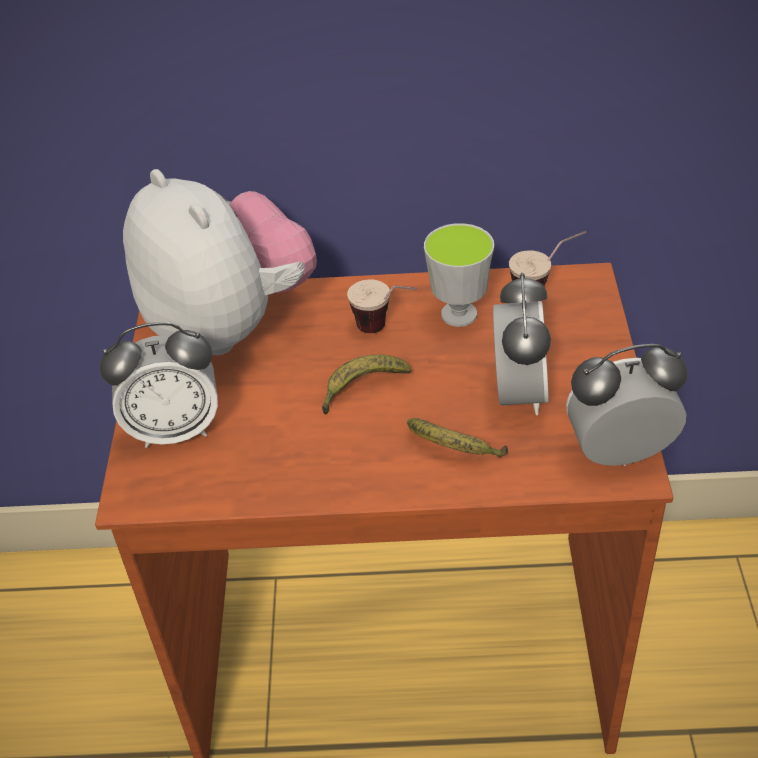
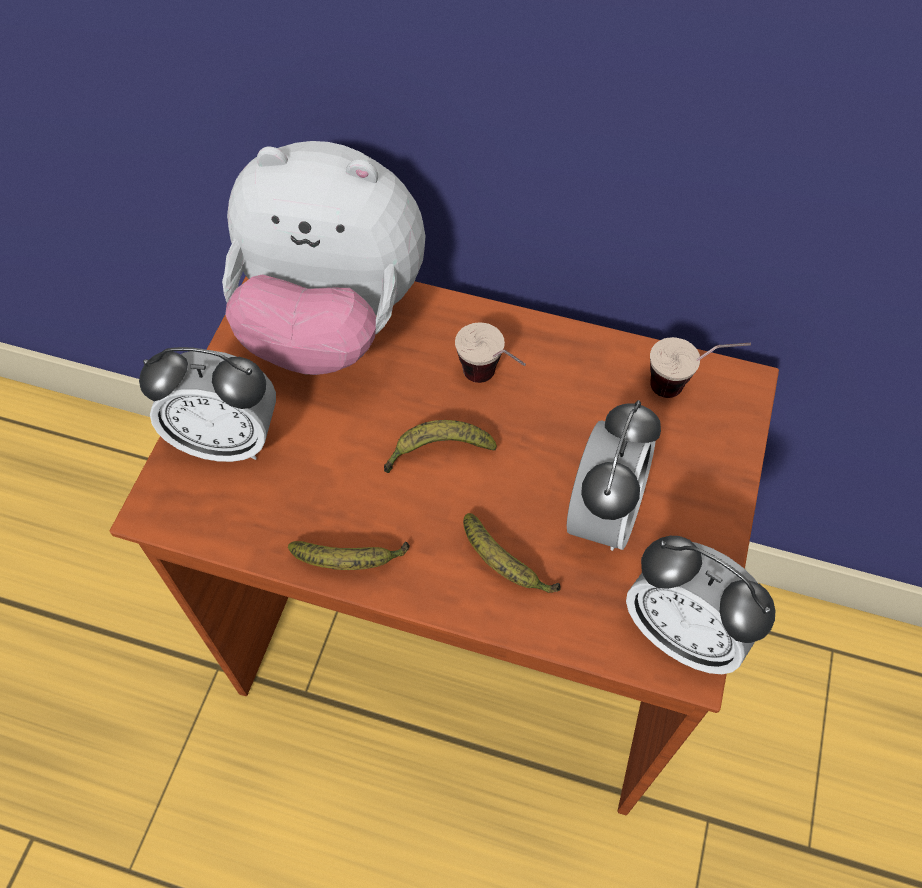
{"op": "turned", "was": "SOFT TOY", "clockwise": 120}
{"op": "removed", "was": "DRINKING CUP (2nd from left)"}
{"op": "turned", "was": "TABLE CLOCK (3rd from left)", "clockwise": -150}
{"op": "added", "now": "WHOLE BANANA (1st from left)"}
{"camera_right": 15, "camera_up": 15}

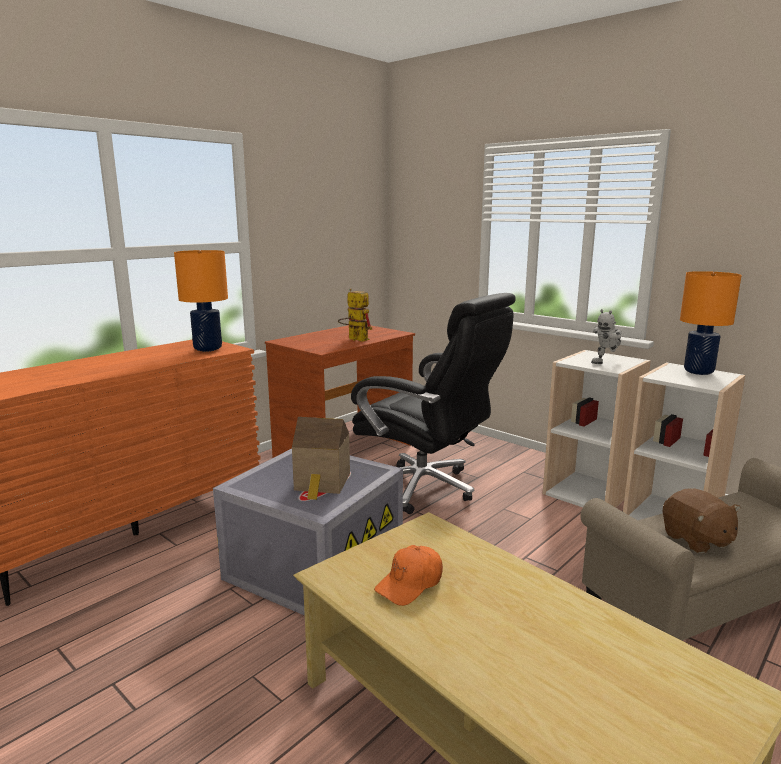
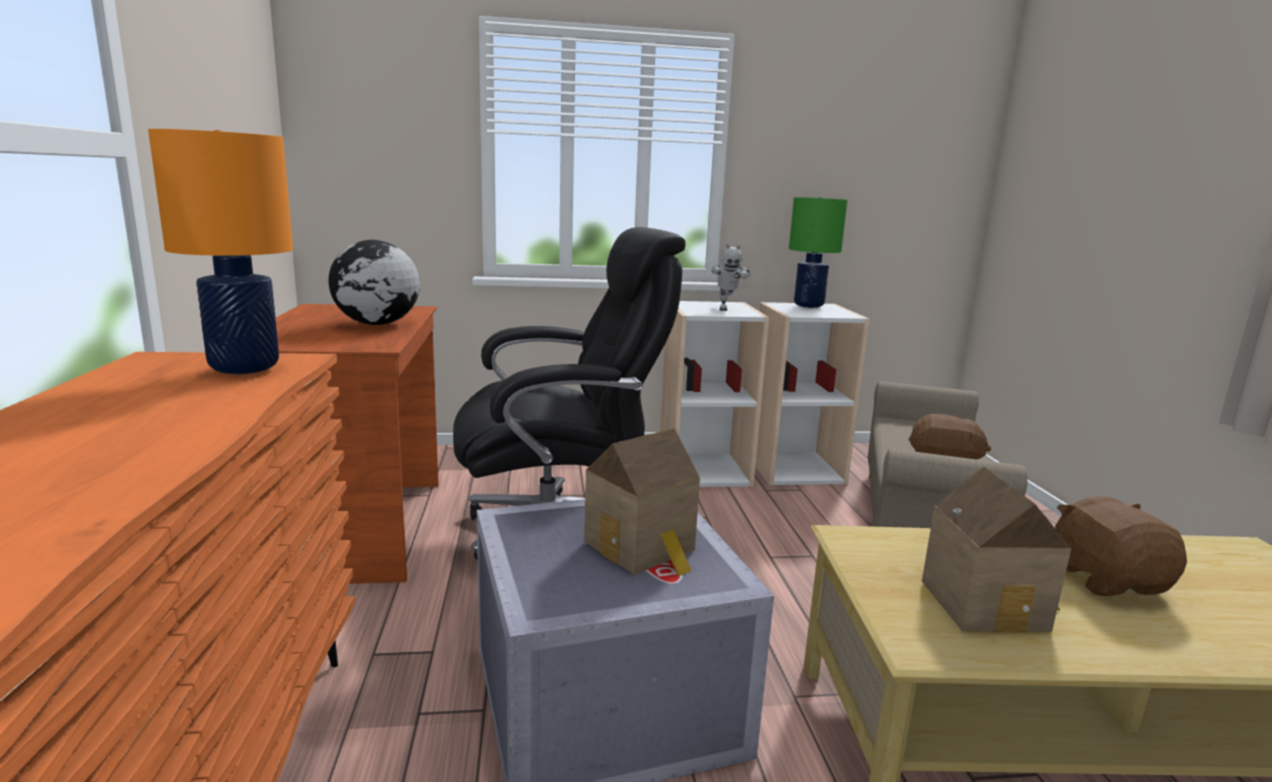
{"op": "recoloured", "was": "ORANGEY TABLETOP LAMP (2nd from left)", "now": "GREENISH TABLETOP LAMP"}
{"op": "replaced", "was": "ROBOT FIGURE (1st from left)", "now": "GLOBE"}
{"op": "replaced", "was": "ORANGEY CAP", "now": "MODEL HOUSE (2nd from left)"}
{"op": "added", "now": "BROWN-COLOURED SOFT TOY (2nd from left)"}
{"camera_right": -50, "camera_up": 0}

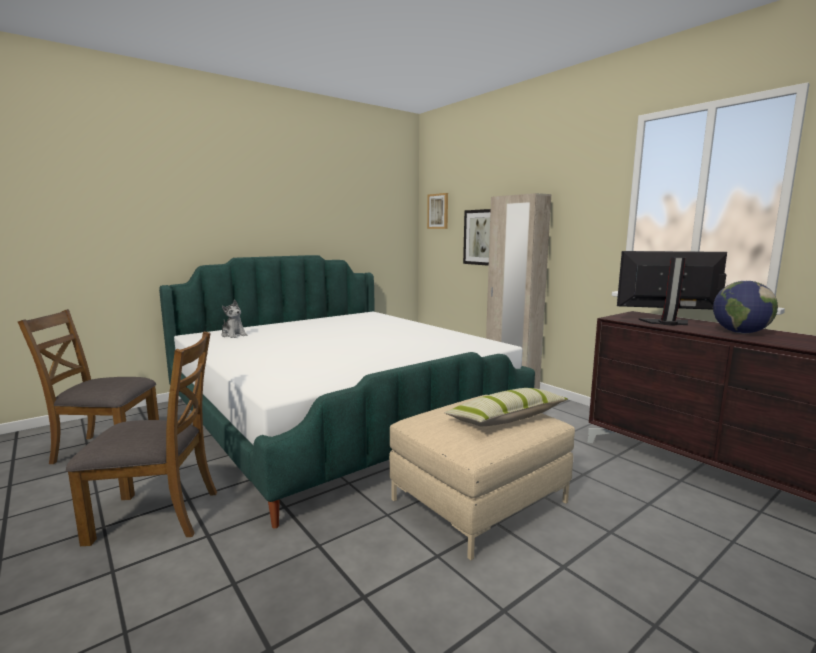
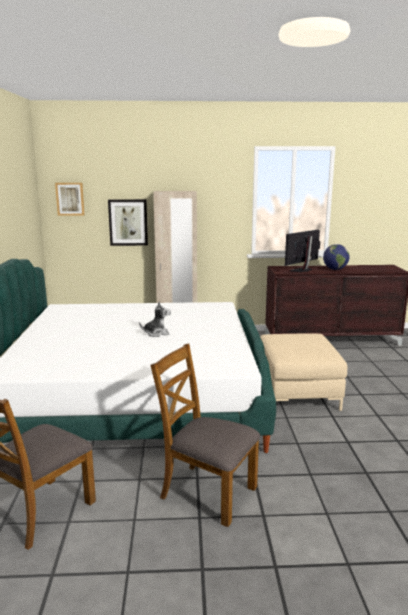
{"op": "moved", "was": "SOFT TOY"}
{"op": "turned", "was": "BROWN-COLOURED CHAIR (2nd from left)", "clockwise": -90}
{"op": "removed", "was": "PILLOW"}
{"camera_right": -55, "camera_up": 5}

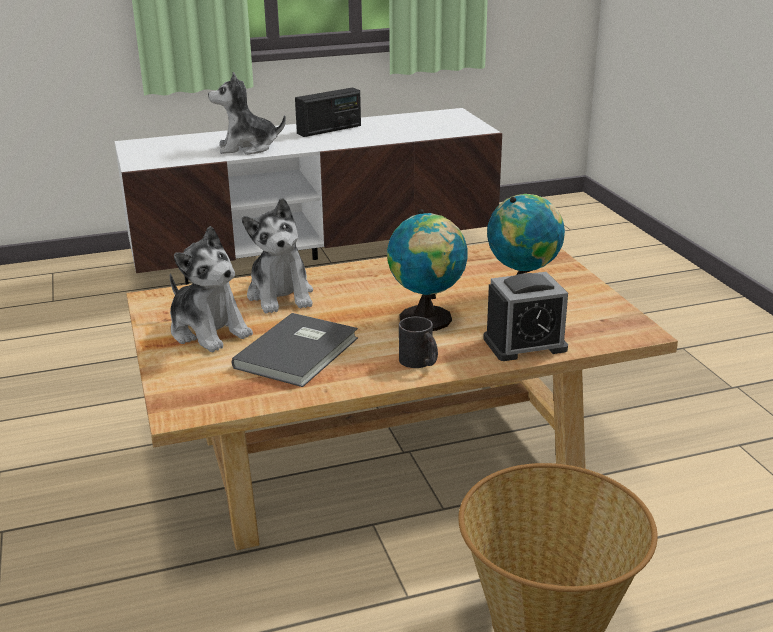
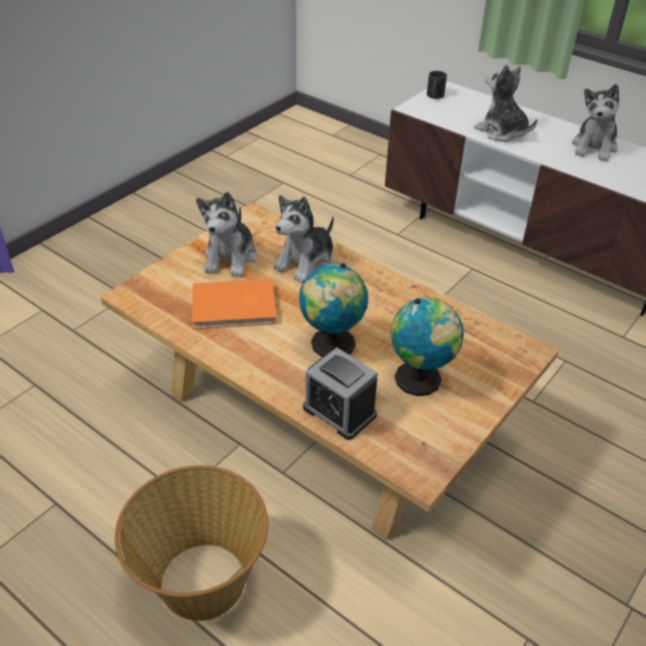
{"op": "replaced", "was": "RADIO", "now": "SOFT TOY (4th from left)"}
{"op": "recoloured", "was": "GREYISH VOLUME", "now": "ORANGEY VOLUME"}
{"op": "moved", "was": "BLACKISH MUG"}
{"camera_right": 55, "camera_up": 15}

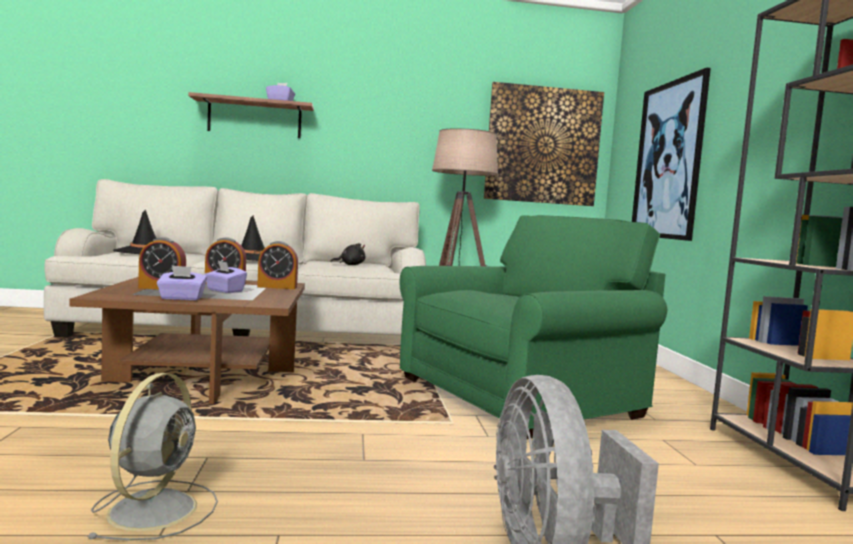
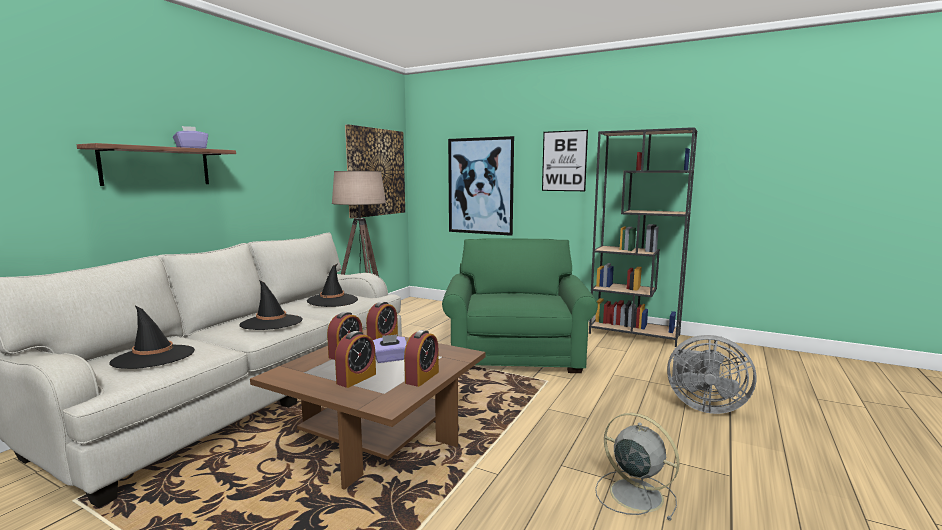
{"op": "replaced", "was": "BLACKISH SOFT TOY", "now": "BLACKISH HAT (3rd from left)"}
{"op": "replaced", "was": "PURPLE-COLOURED BOX OF TISSUES (1st from left)", "now": "TABLE CLOCK (4th from left)"}
{"op": "added", "now": "WALL ART (3rd from left)"}
{"camera_right": -55, "camera_up": 5}

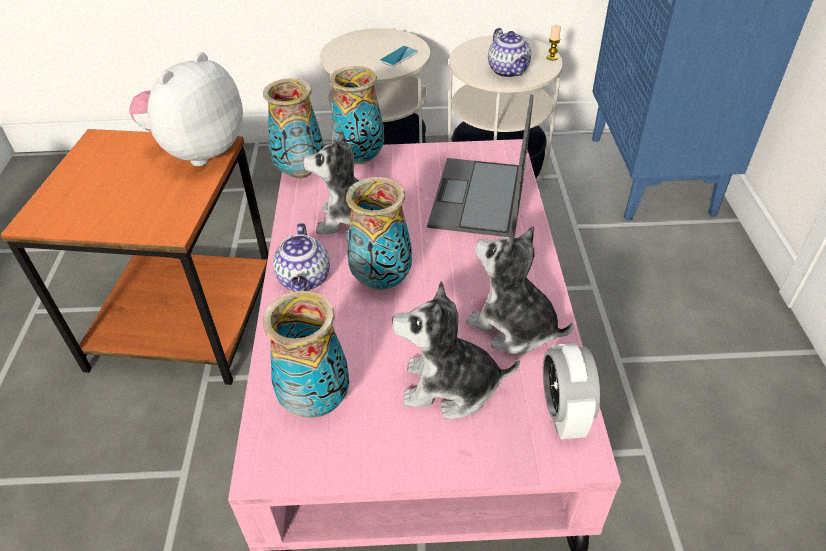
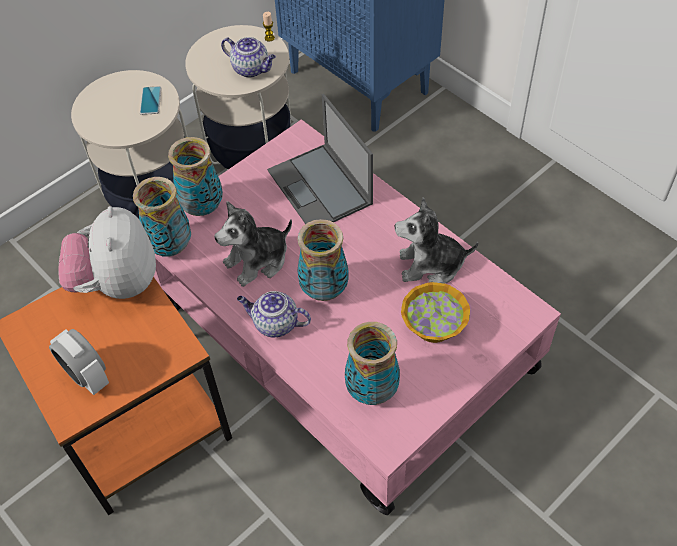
{"op": "turned", "was": "TEAPOT (1st from left in the first image)", "clockwise": 150}
{"op": "replaced", "was": "SOFT TOY (3rd from left)", "now": "SERVING BOWL"}
{"op": "moved", "was": "TABLE CLOCK"}
{"camera_right": -40, "camera_up": 10}

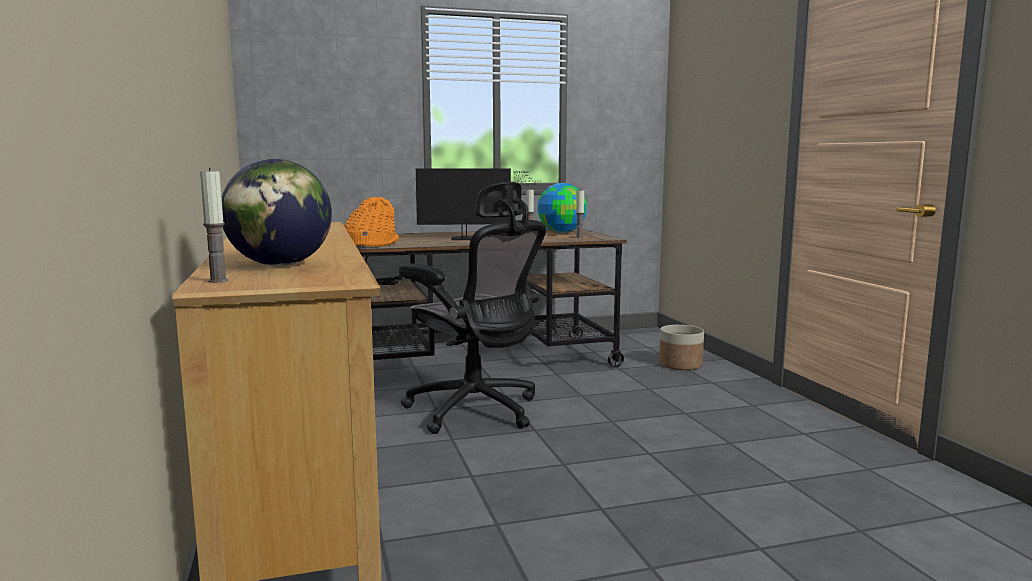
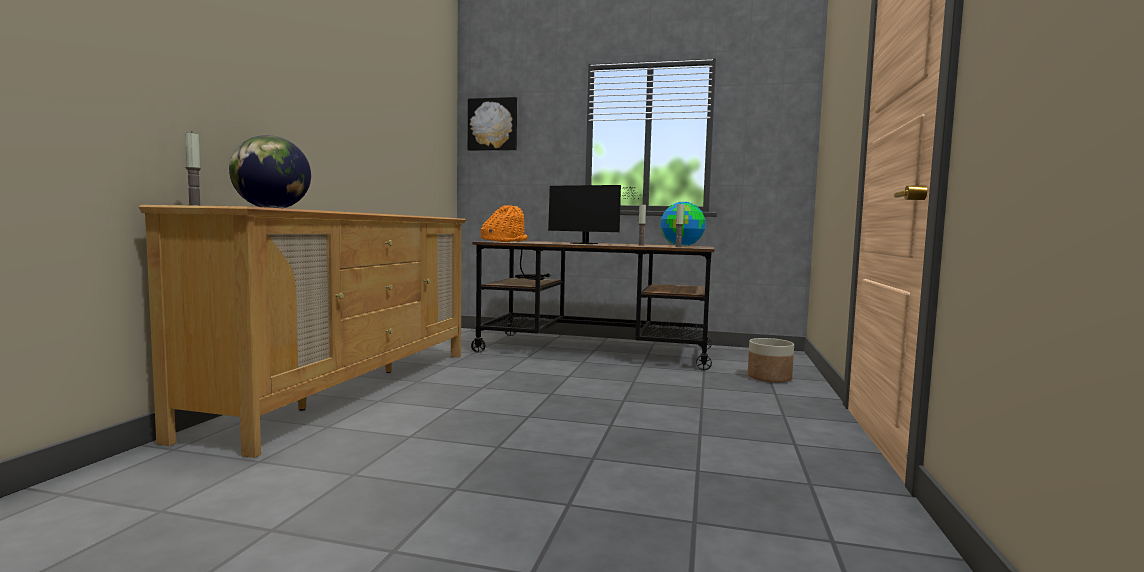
{"op": "removed", "was": "DESK CHAIR"}
{"op": "added", "now": "WALL ART"}
{"camera_right": 30, "camera_up": -5}

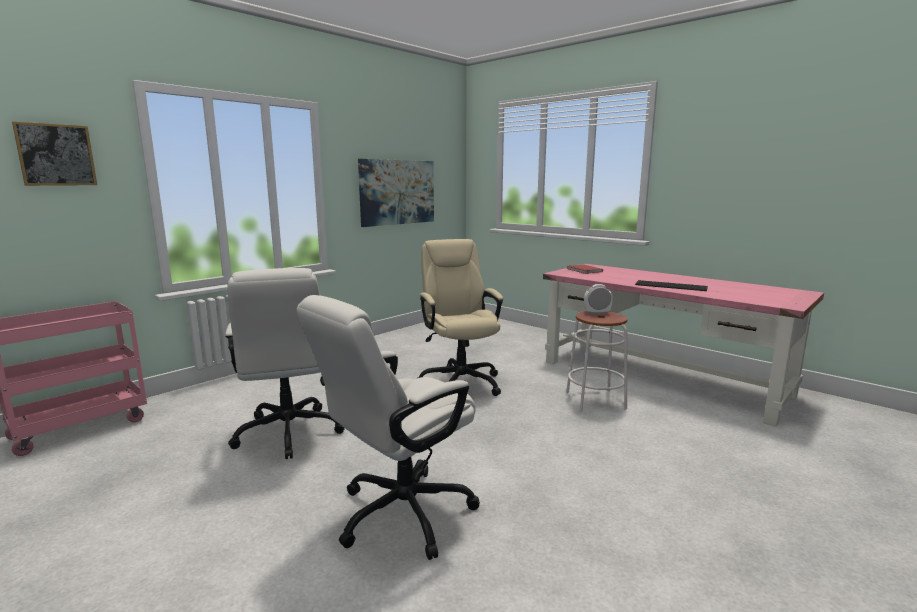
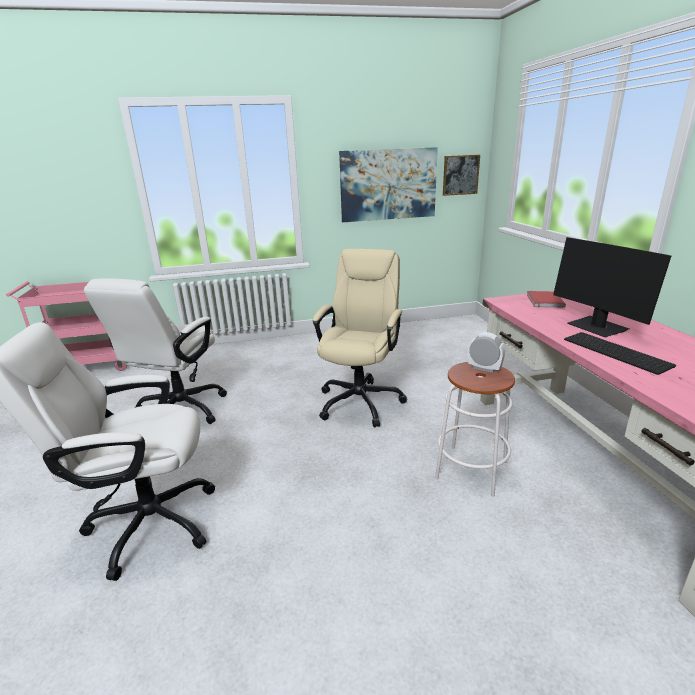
{"op": "moved", "was": "WALL ART (1st from left in the first image)", "now": "WALL ART (2nd from left)"}
{"op": "added", "now": "MONITOR"}
{"camera_right": 35, "camera_up": 10}

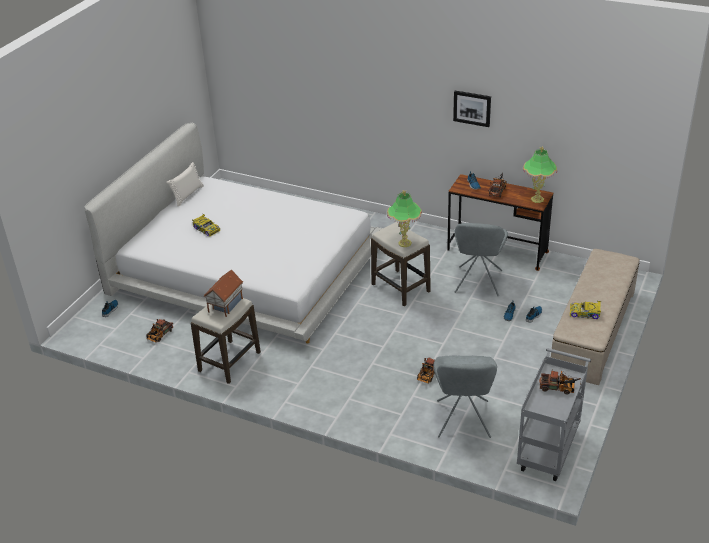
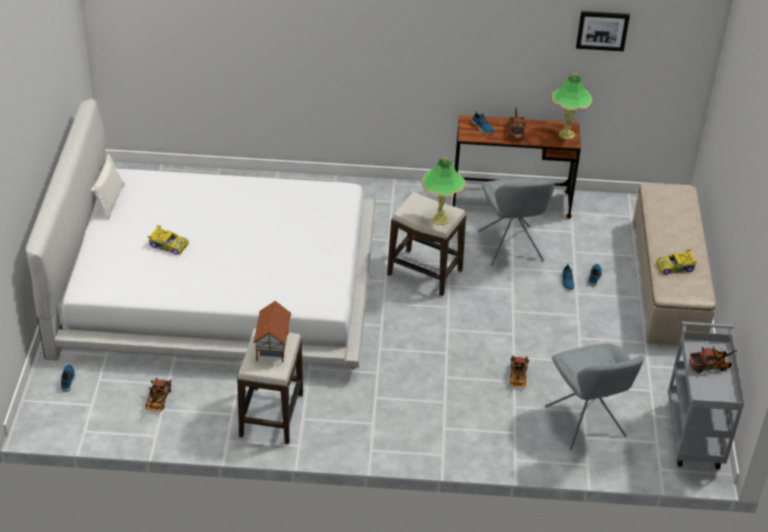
{"op": "moved", "was": "WALL ART"}
{"camera_right": -25, "camera_up": 5}

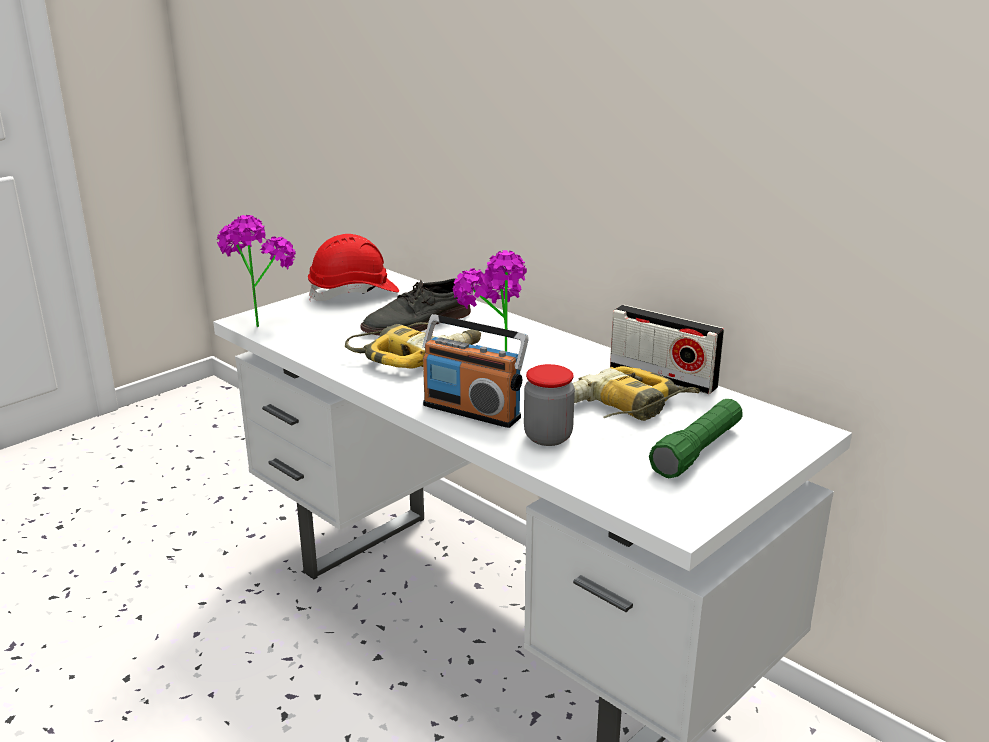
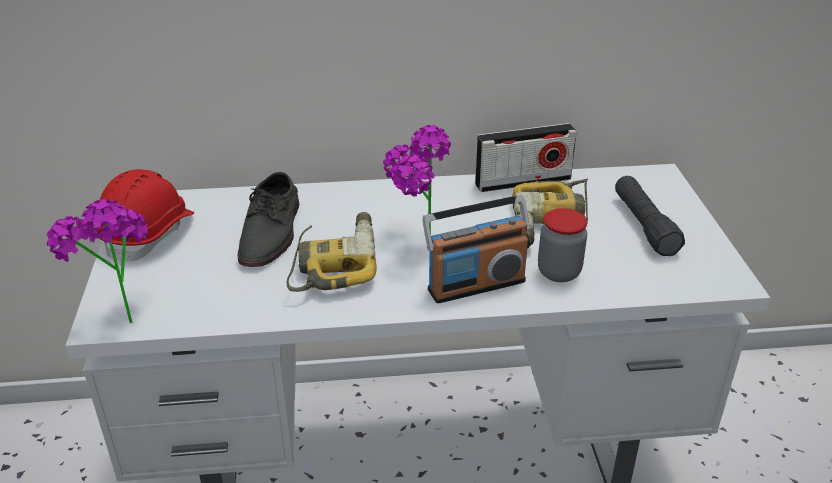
{"op": "recoloured", "was": "GREENISH TORCH", "now": "BLACKISH TORCH"}
{"camera_right": -50, "camera_up": 10}

